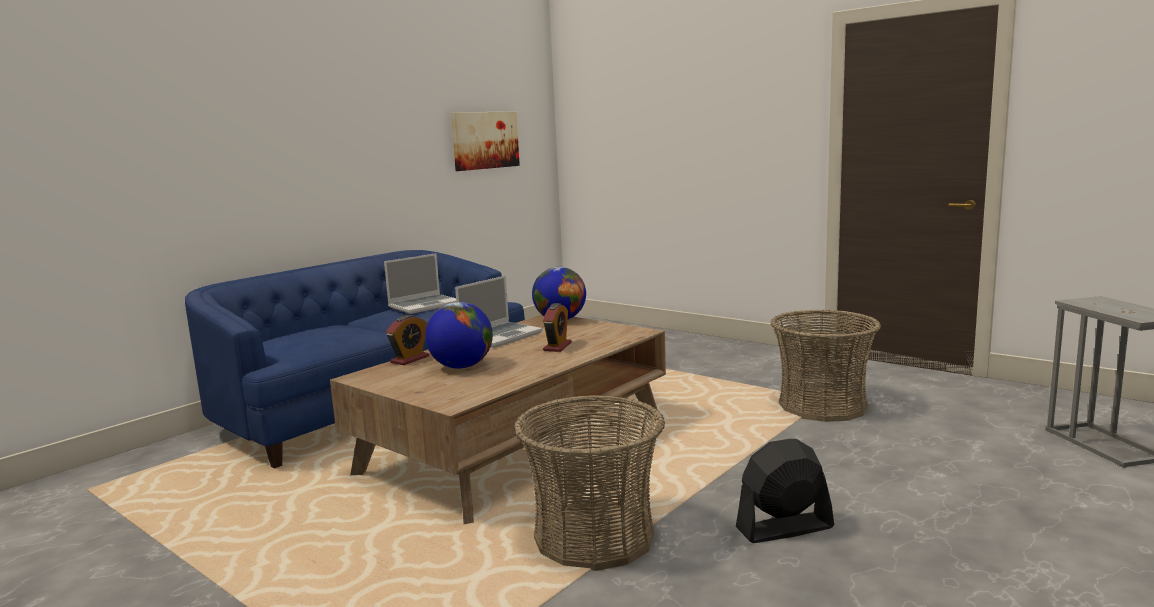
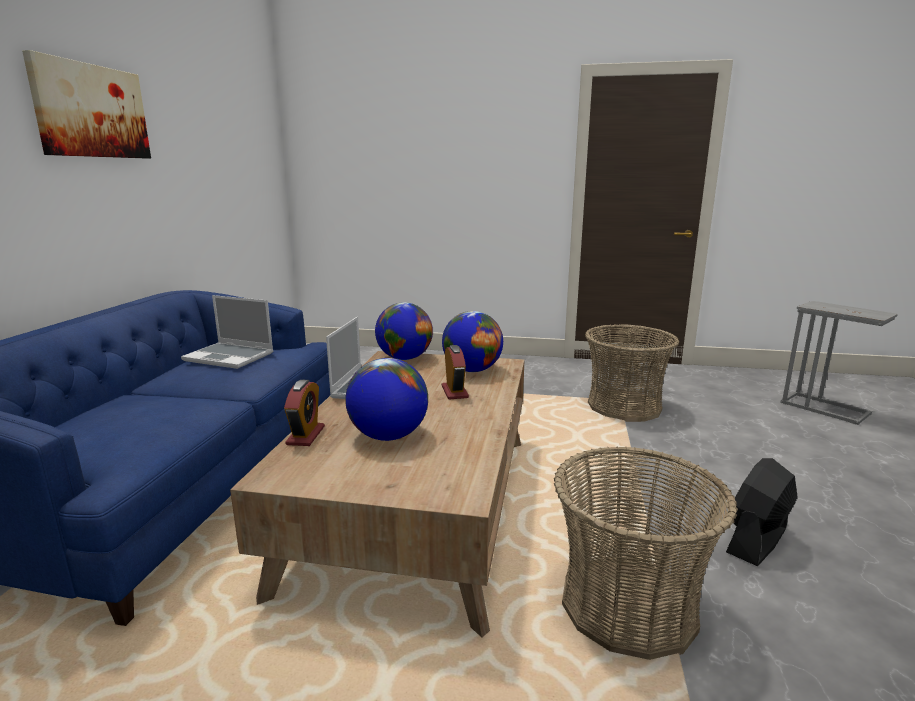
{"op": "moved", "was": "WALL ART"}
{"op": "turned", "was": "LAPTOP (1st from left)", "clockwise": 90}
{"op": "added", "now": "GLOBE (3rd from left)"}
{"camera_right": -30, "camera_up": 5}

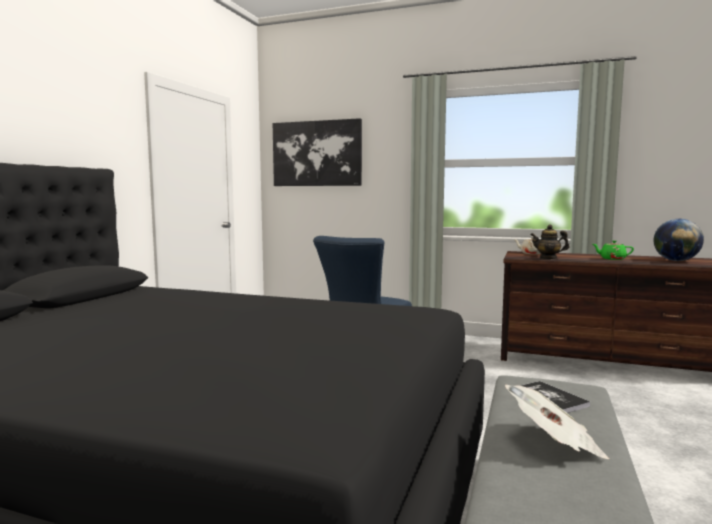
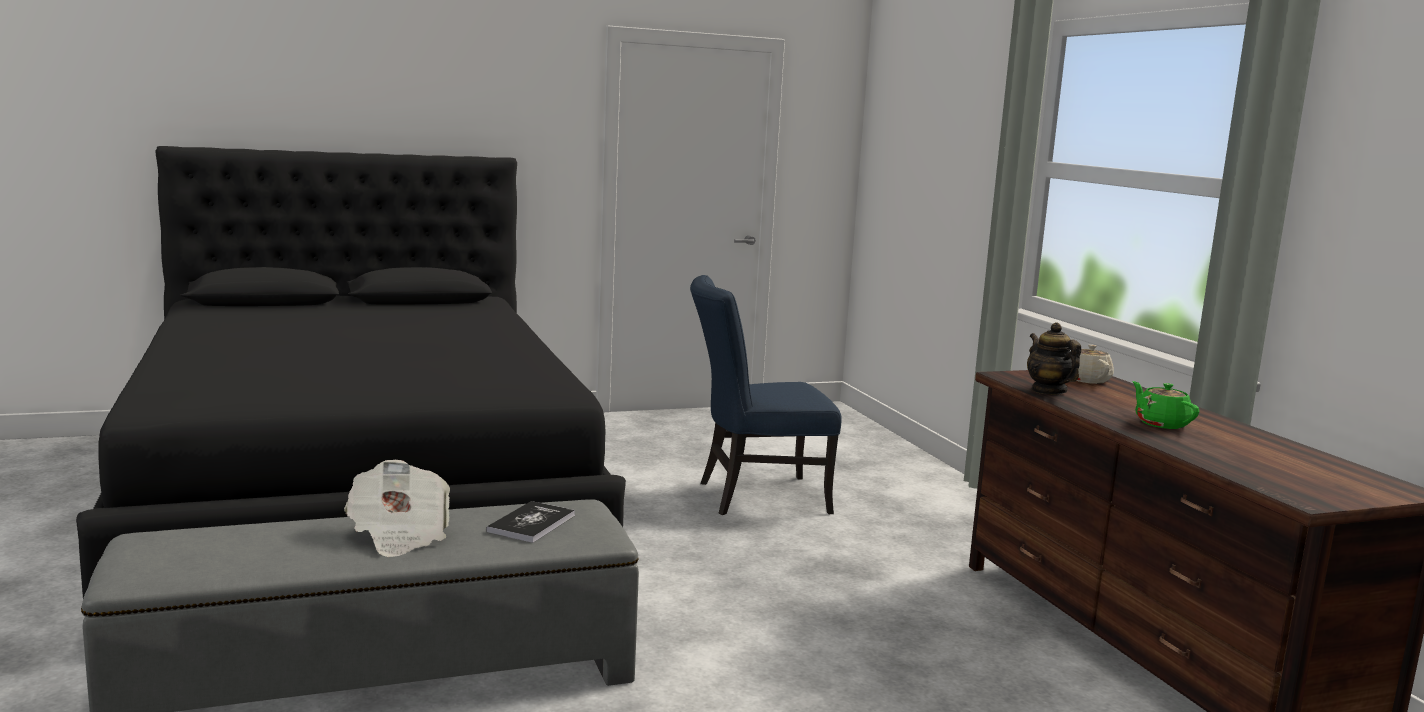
{"op": "removed", "was": "WALL ART"}
{"op": "removed", "was": "GLOBE"}
{"camera_right": 50, "camera_up": 5}

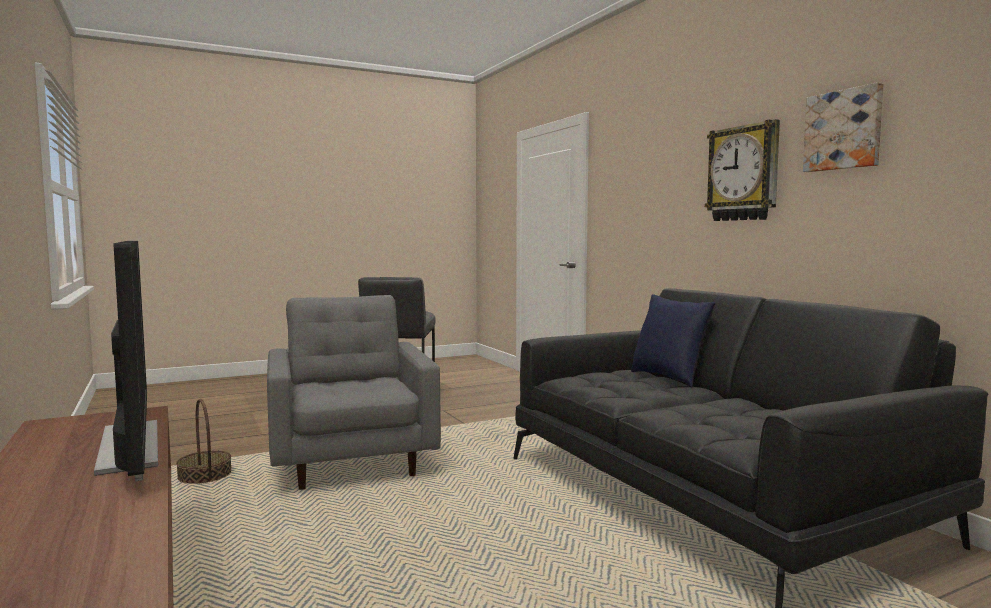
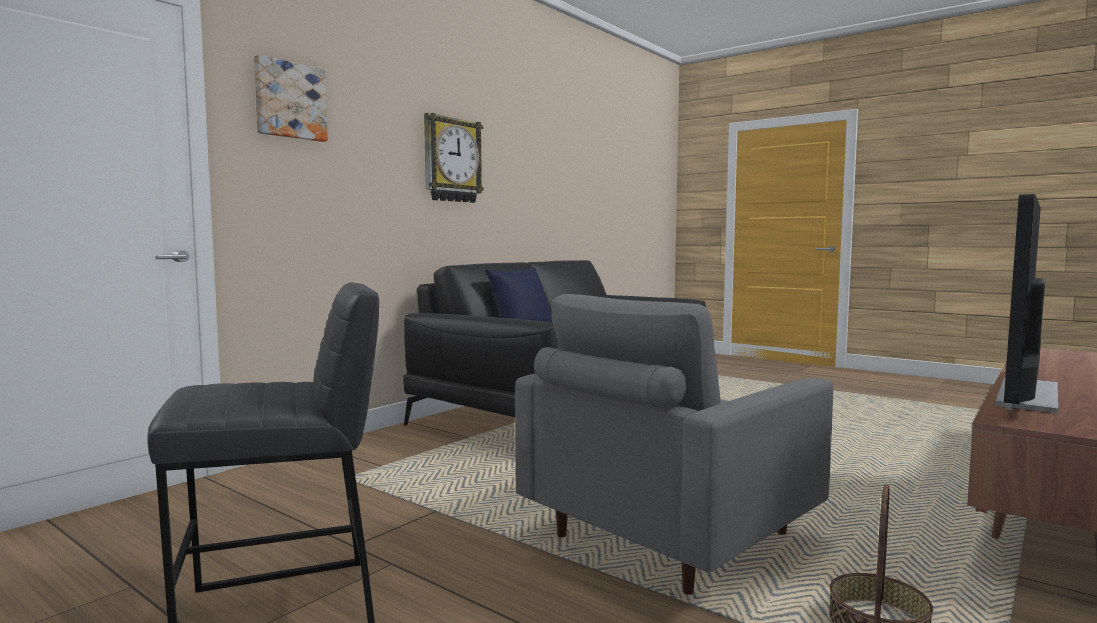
{"op": "moved", "was": "WALL ART"}
{"camera_right": -115, "camera_up": 0}

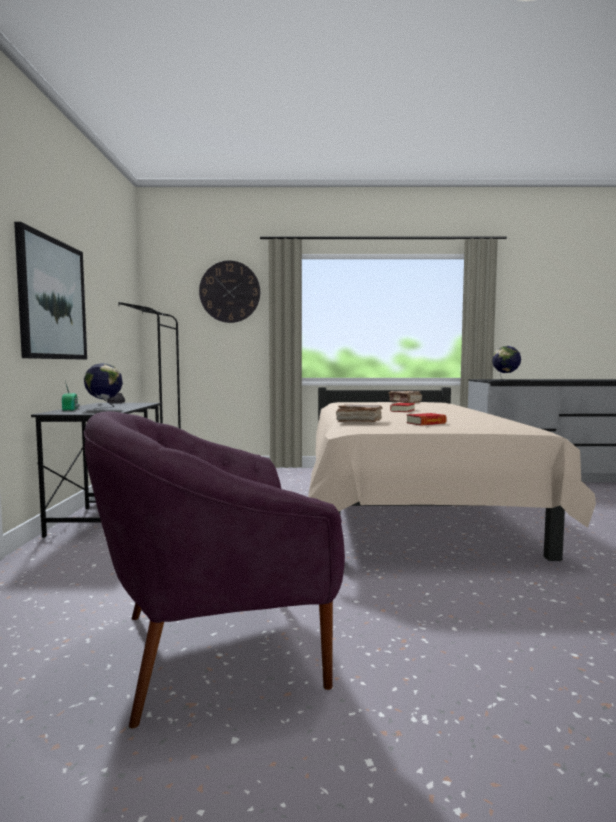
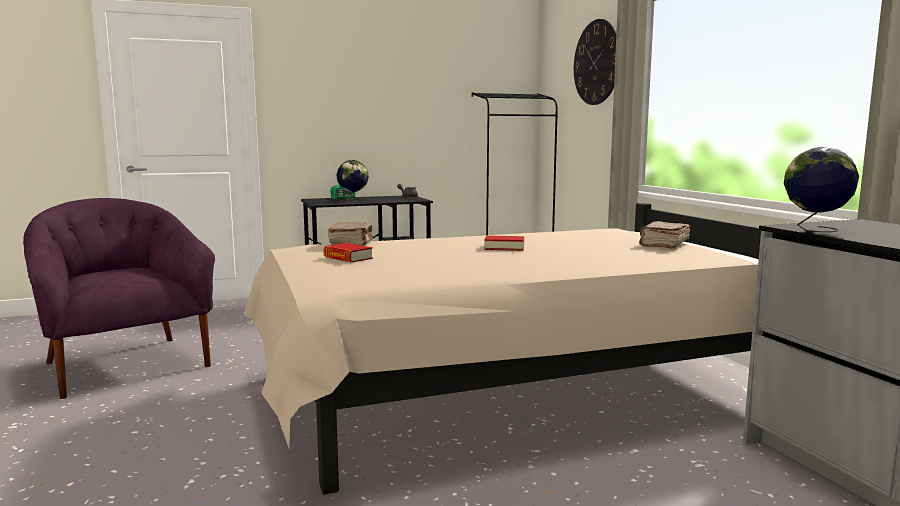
{"op": "removed", "was": "WALL ART"}
{"camera_right": 70, "camera_up": 5}

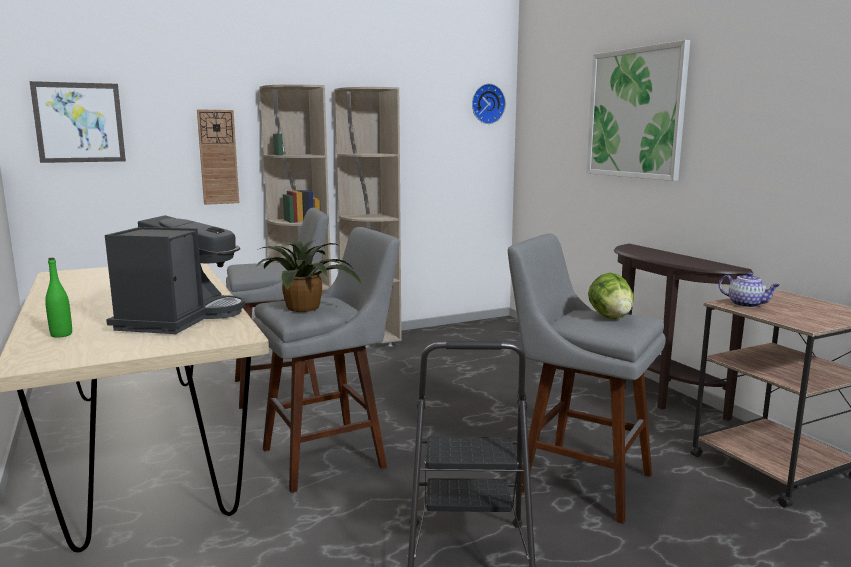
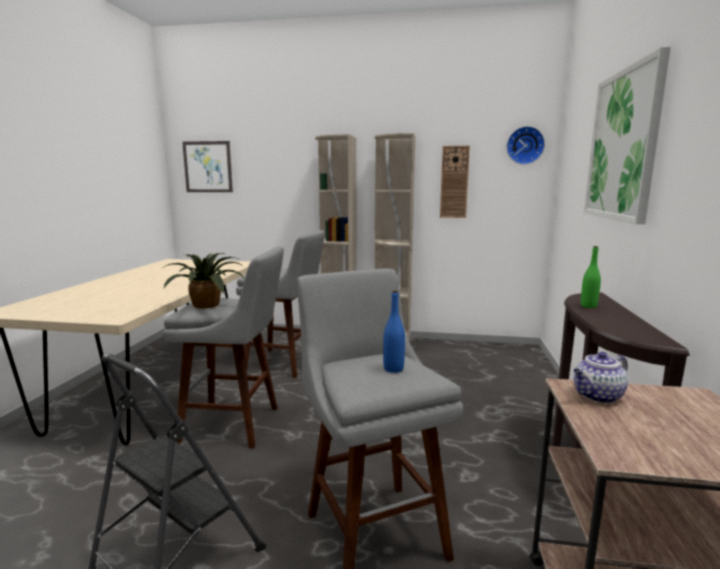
{"op": "moved", "was": "HANGING CLOCK (1st from left)"}
{"op": "removed", "was": "COFFEE MAKER"}
{"op": "moved", "was": "GREENISH BEVERAGE BOTTLE"}
{"op": "turned", "was": "TEAPOT", "clockwise": 75}
{"op": "replaced", "was": "LETTUCE HEAD", "now": "BLUE-COLOURED BEVERAGE BOTTLE"}
{"camera_right": 35, "camera_up": 0}

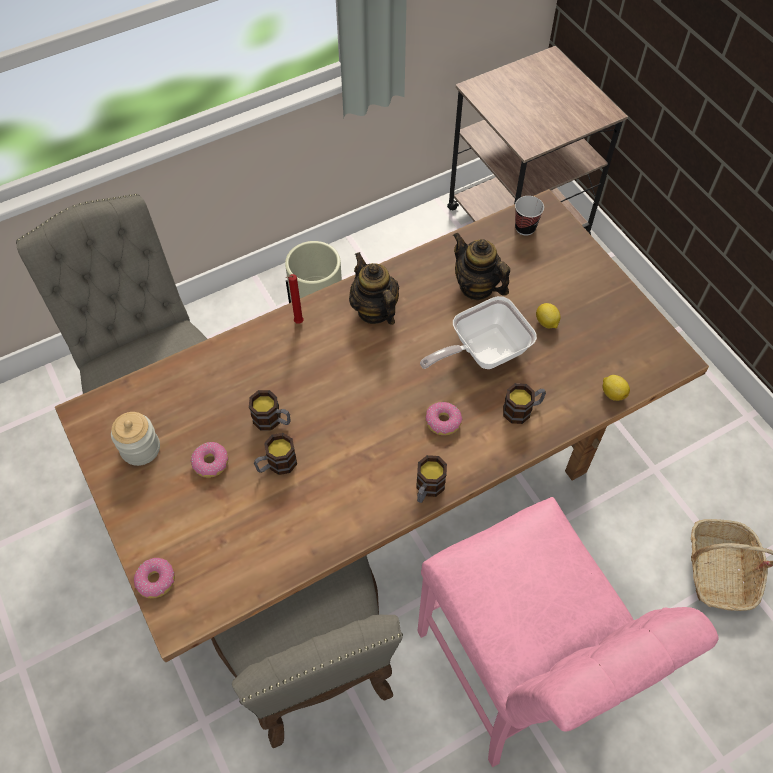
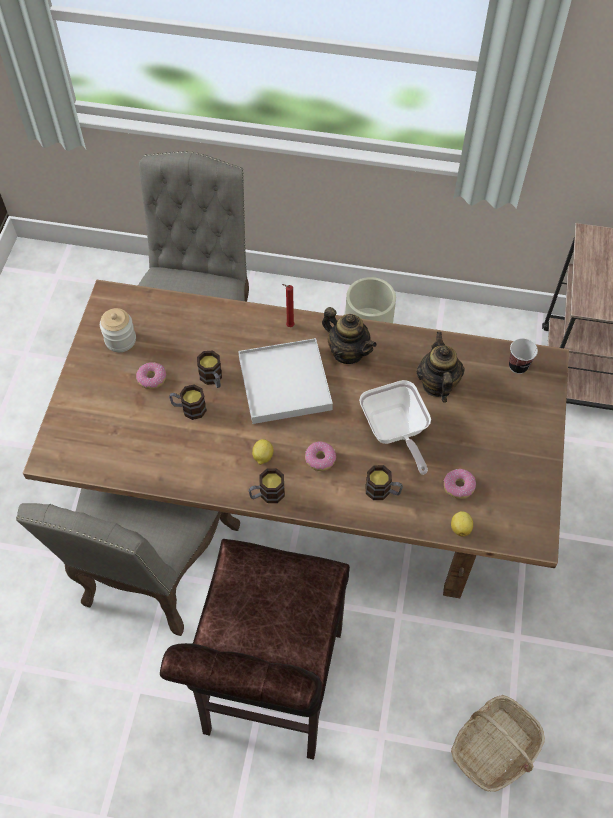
{"op": "turned", "was": "TEAPOT (1st from left)", "clockwise": 120}
{"op": "turned", "was": "FRYING PAN", "clockwise": -120}
{"op": "moved", "was": "CITRUS FRUIT (1st from left)"}
{"op": "recoloured", "was": "PINKISH SITTING STOOL", "now": "BROWN-COLOURED SITTING STOOL"}
{"op": "moved", "was": "DONUT (1st from left in the first image)", "now": "DONUT (3rd from left)"}
{"op": "added", "now": "WHITISH SERVING TRAY"}
{"camera_right": 40, "camera_up": 0}

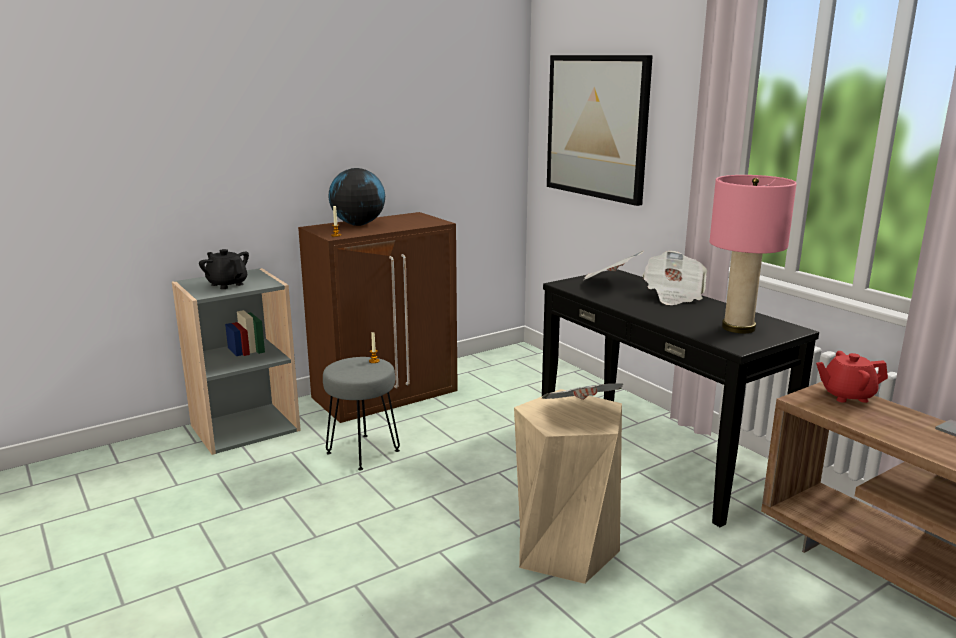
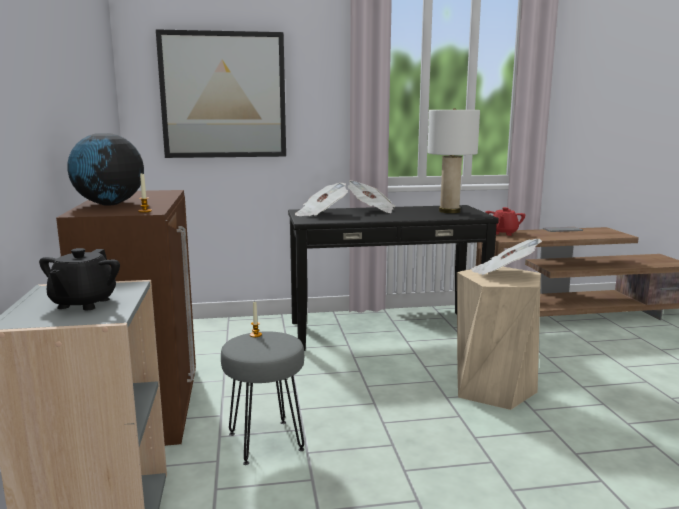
{"op": "recoloured", "was": "PINKISH TABLETOP LAMP", "now": "WHITISH TABLETOP LAMP"}
{"op": "turned", "was": "BLACKISH TEAPOT", "clockwise": -60}
{"camera_right": -65, "camera_up": -5}

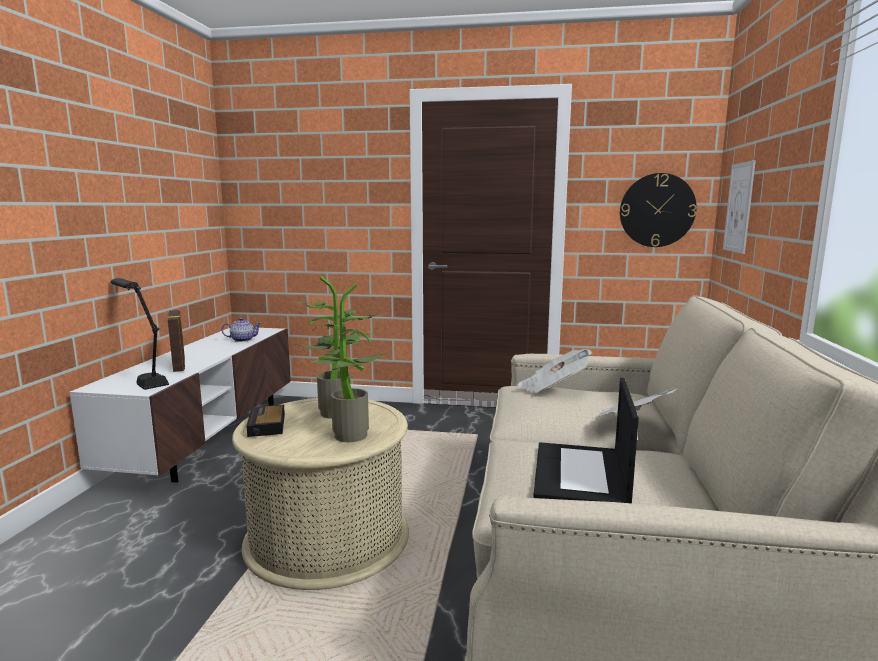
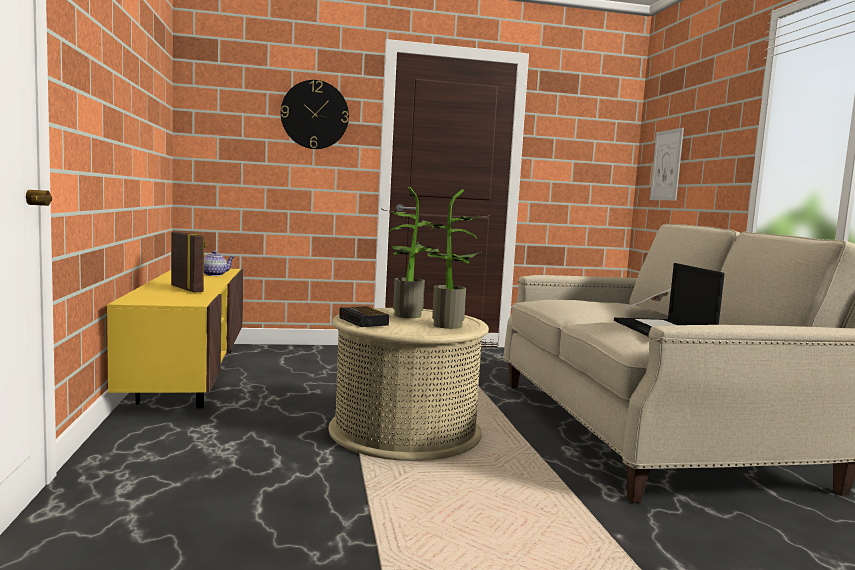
{"op": "moved", "was": "HANGING CLOCK"}
{"op": "removed", "was": "BLACKISH TABLETOP LAMP"}
{"op": "recoloured", "was": "WHITISH TV STAND", "now": "YELLOW TV STAND"}
{"op": "removed", "was": "DAILY PAPER (1st from left)"}
{"camera_right": -20, "camera_up": -5}

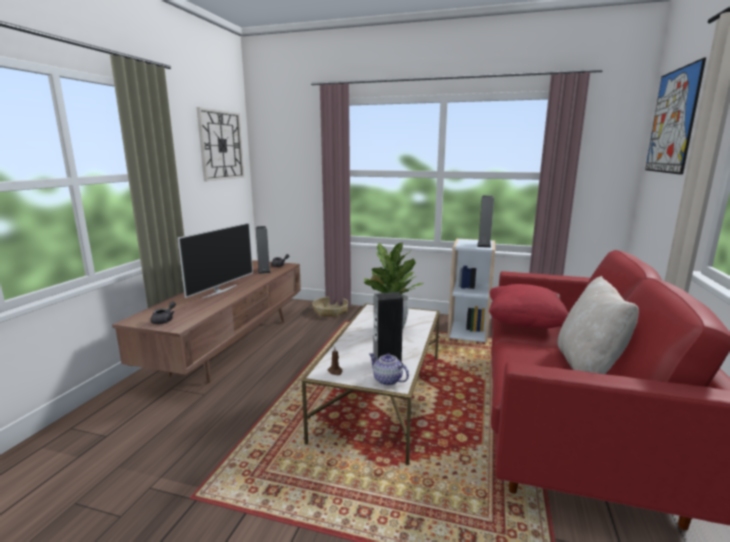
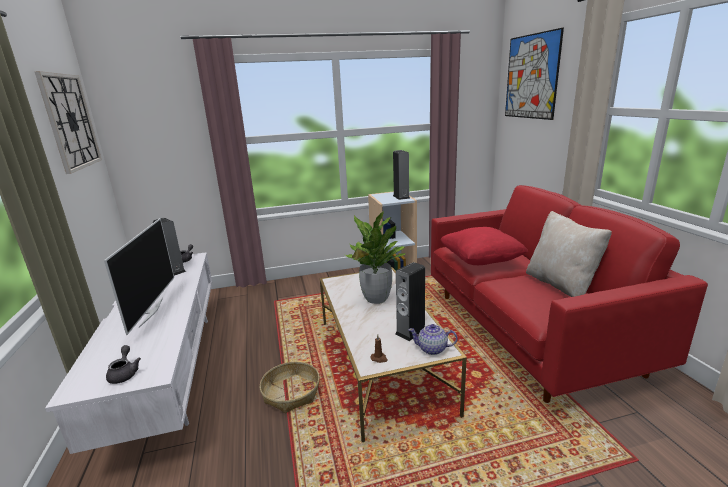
{"op": "recoloured", "was": "BROWN-COLOURED TV STAND", "now": "WHITISH TV STAND"}
{"op": "moved", "was": "HOUSEHOLD BASKET"}
{"camera_right": -30, "camera_up": 5}

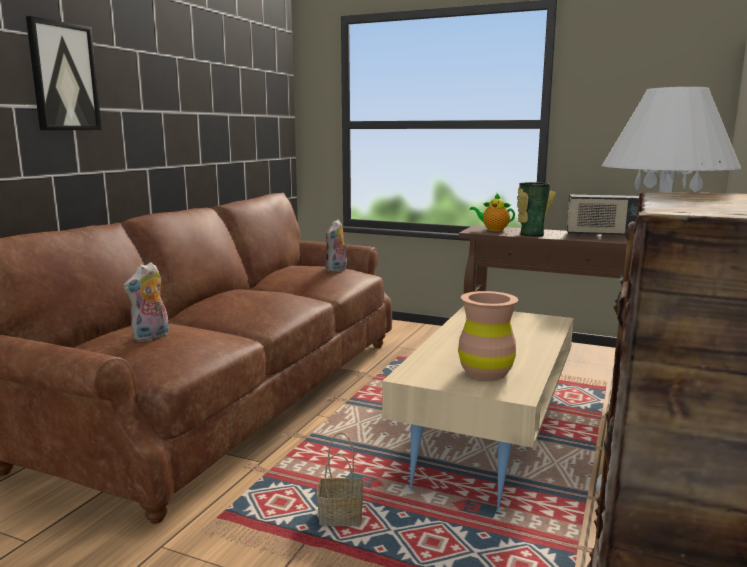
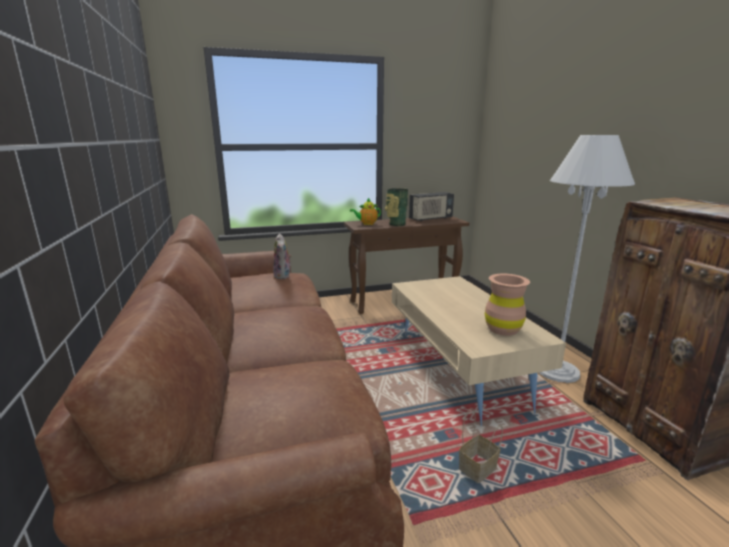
{"op": "removed", "was": "WALL ART"}
{"op": "removed", "was": "SOFT TOY (1st from left)"}
{"camera_right": -40, "camera_up": 5}

